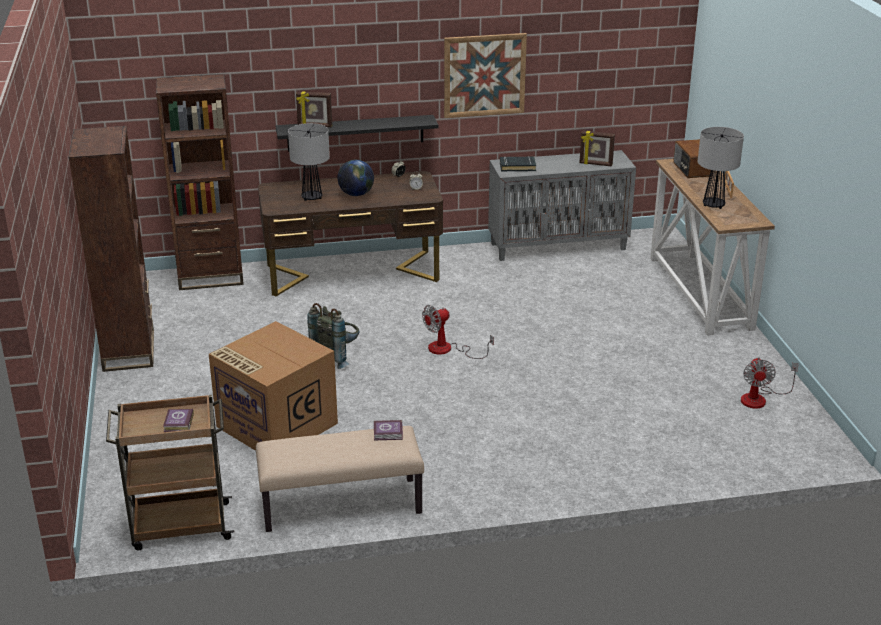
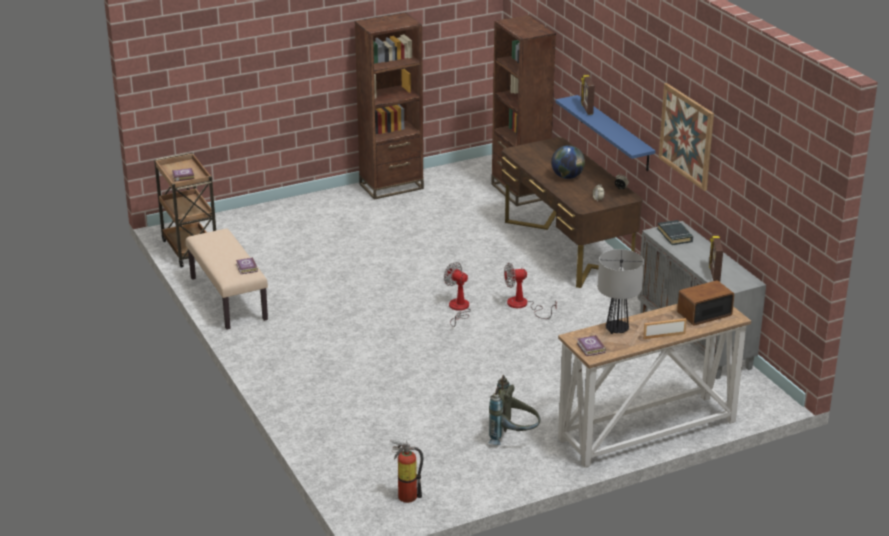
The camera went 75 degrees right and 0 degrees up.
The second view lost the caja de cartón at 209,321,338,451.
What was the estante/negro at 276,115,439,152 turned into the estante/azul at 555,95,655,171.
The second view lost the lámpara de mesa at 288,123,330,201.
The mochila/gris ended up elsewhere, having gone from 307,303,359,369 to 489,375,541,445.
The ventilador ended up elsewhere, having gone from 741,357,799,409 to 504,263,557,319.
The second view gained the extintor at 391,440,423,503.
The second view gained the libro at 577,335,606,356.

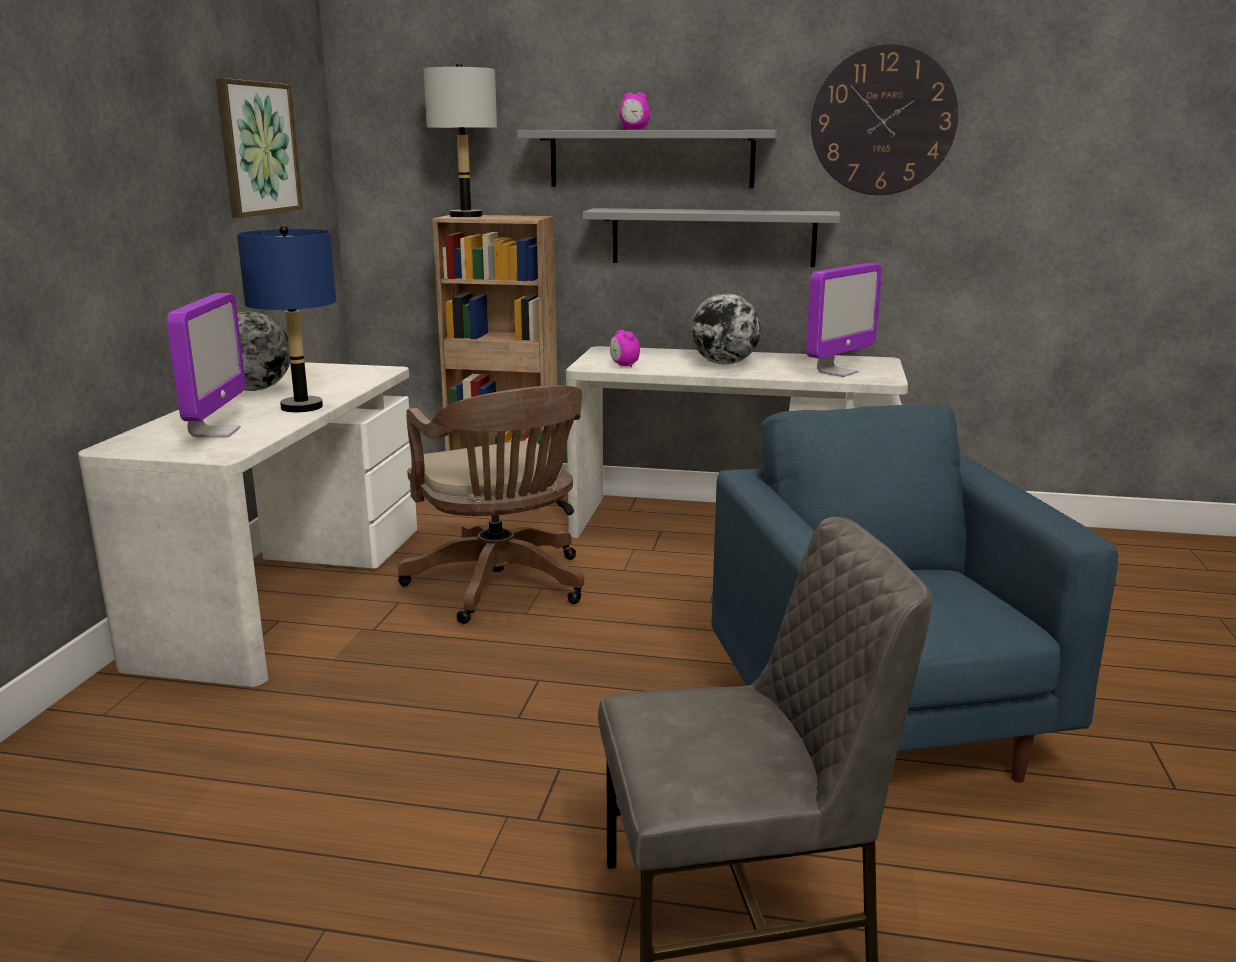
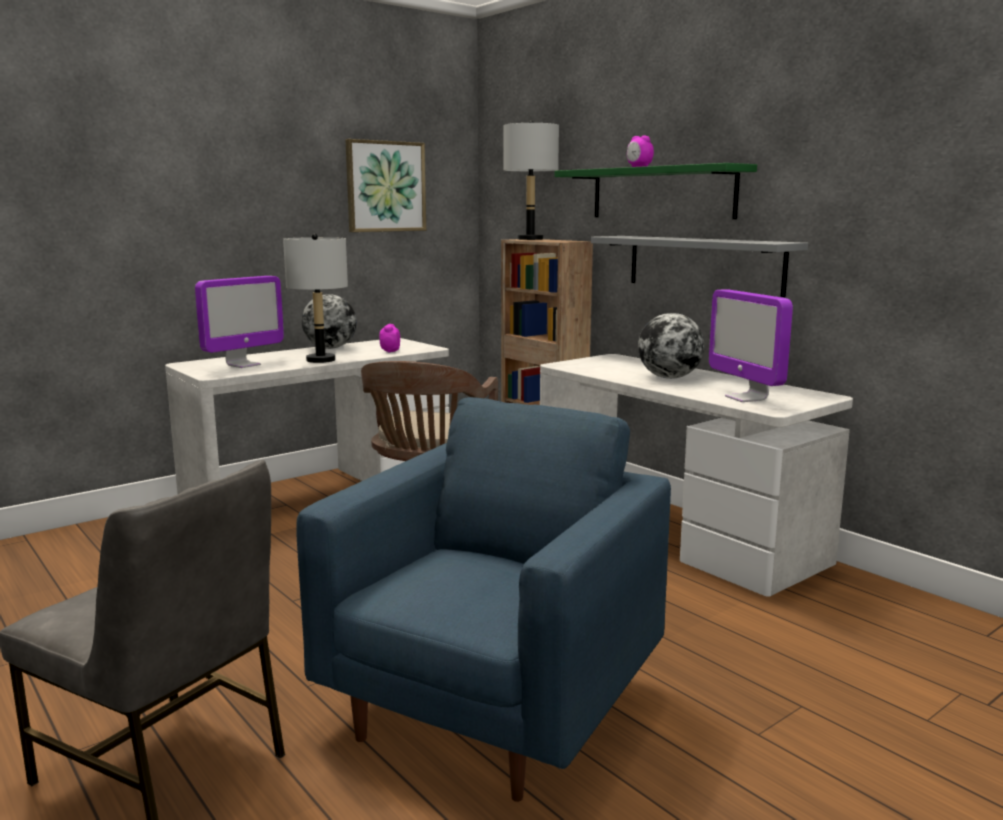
The camera went 40 degrees right and 5 degrees down.
What was the lámpara de mesa/azul at 237,225,336,412 turned into the lámpara de mesa/gris at 283,233,348,363.
What was the estante/gris at 517,130,778,188 turned into the estante/verde at 555,163,757,219.
The despertador ended up elsewhere, having gone from 610,330,640,367 to 379,324,400,353.
The monitor at 806,263,882,377 ended up facing another way, 75 degrees clockwise from before.
The second view lost the reloj de pared at 811,44,958,195.

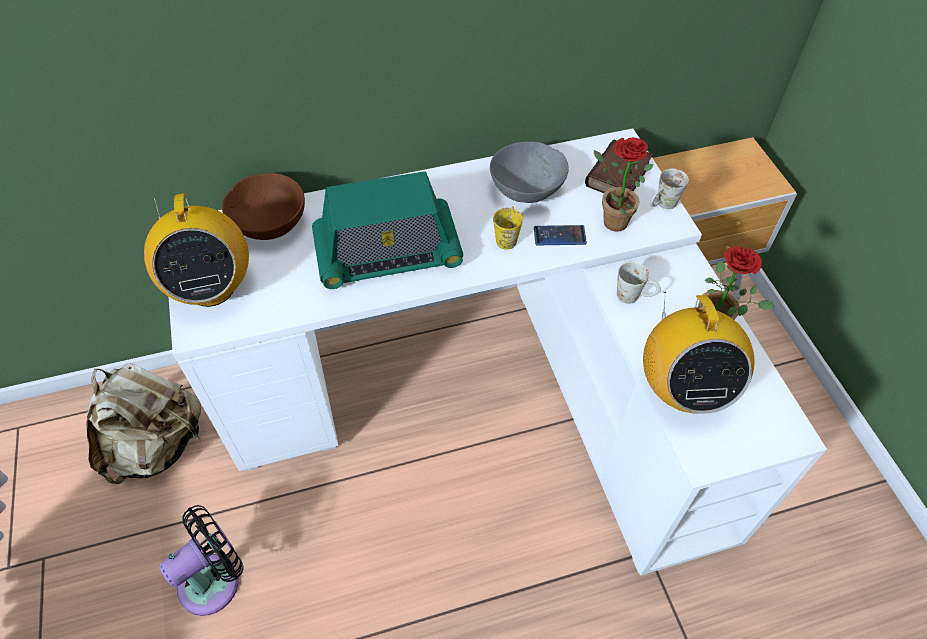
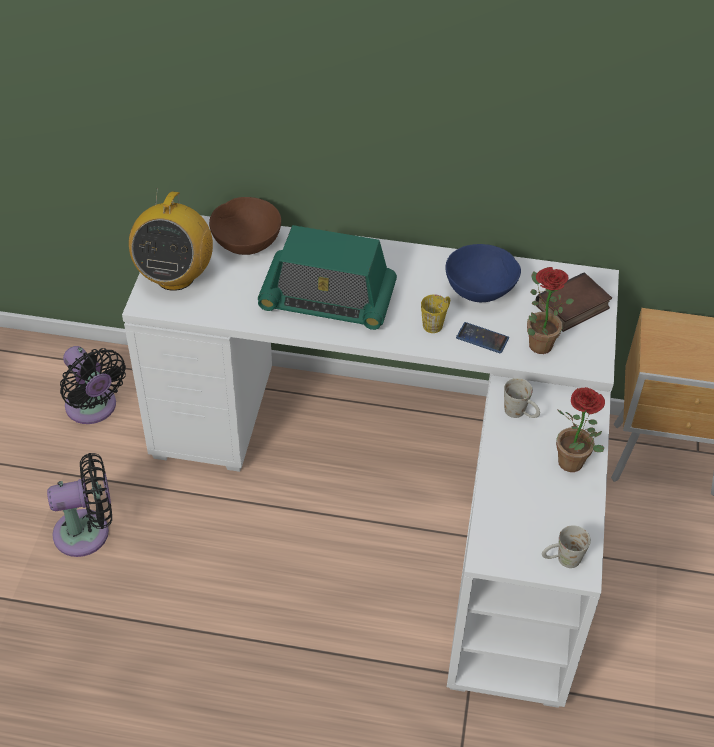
The camera went 25 degrees right and 5 degrees down.
Where the mochila/beis stood at 86,363,201,484, the ventilador/negro came to stand at 60,346,126,424.
What was the cuenco/gris at 490,141,569,203 turned into the cuenco/azul at 445,244,521,302.
The second view lost the radio at 643,292,754,414.
The taza grande/blanco ended up elsewhere, having gone from 650,169,689,209 to 542,525,591,568.

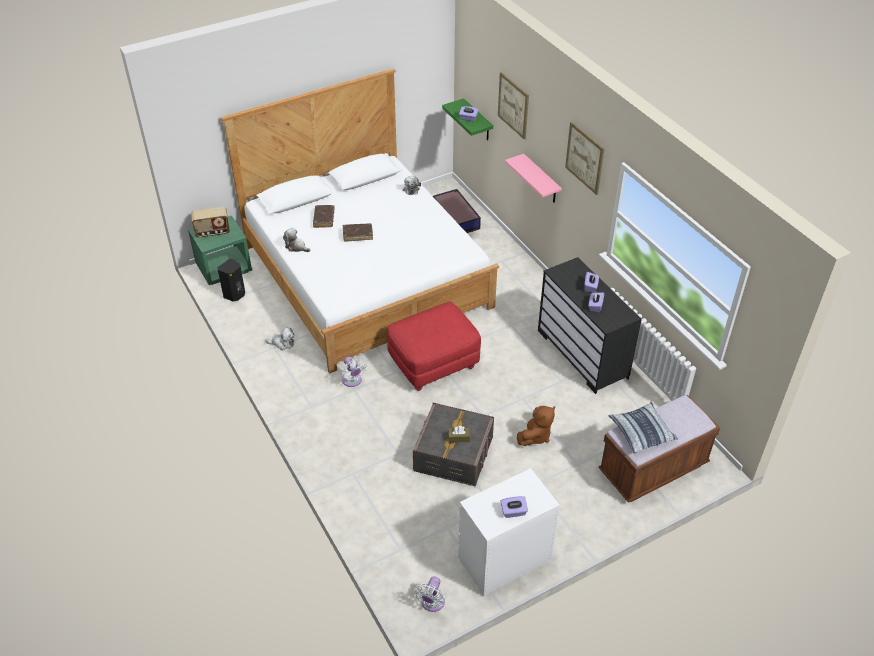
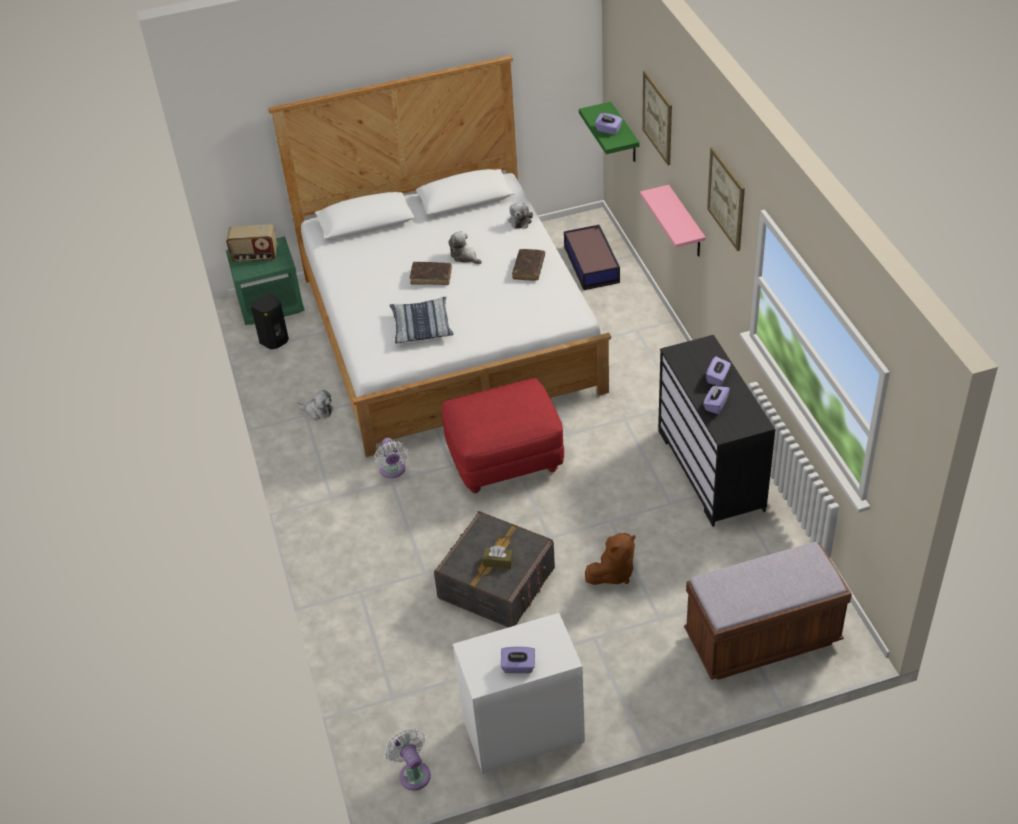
The camera went 15 degrees right and 0 degrees up.
The peluche ended up elsewhere, having gone from 283,228,311,252 to 448,231,482,264.
The libro/marrón ended up elsewhere, having gone from 313,205,335,228 to 512,249,545,281.
The ventilador/blanco at 414,576,445,612 ended up facing another way, 120 degrees clockwise from before.
The cojín ended up elsewhere, having gone from 608,402,678,453 to 390,296,453,344.

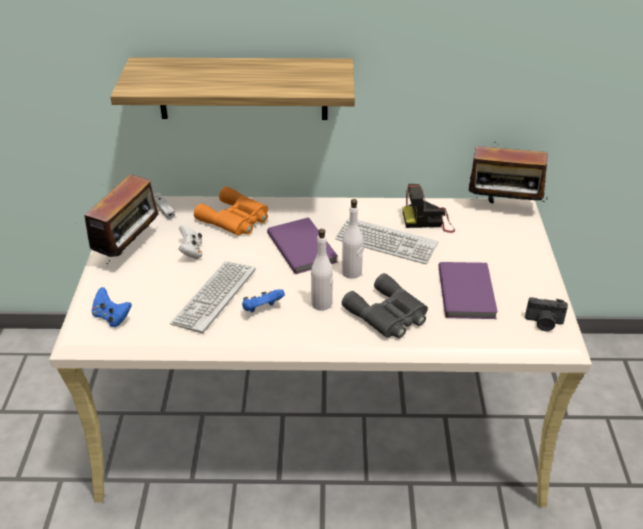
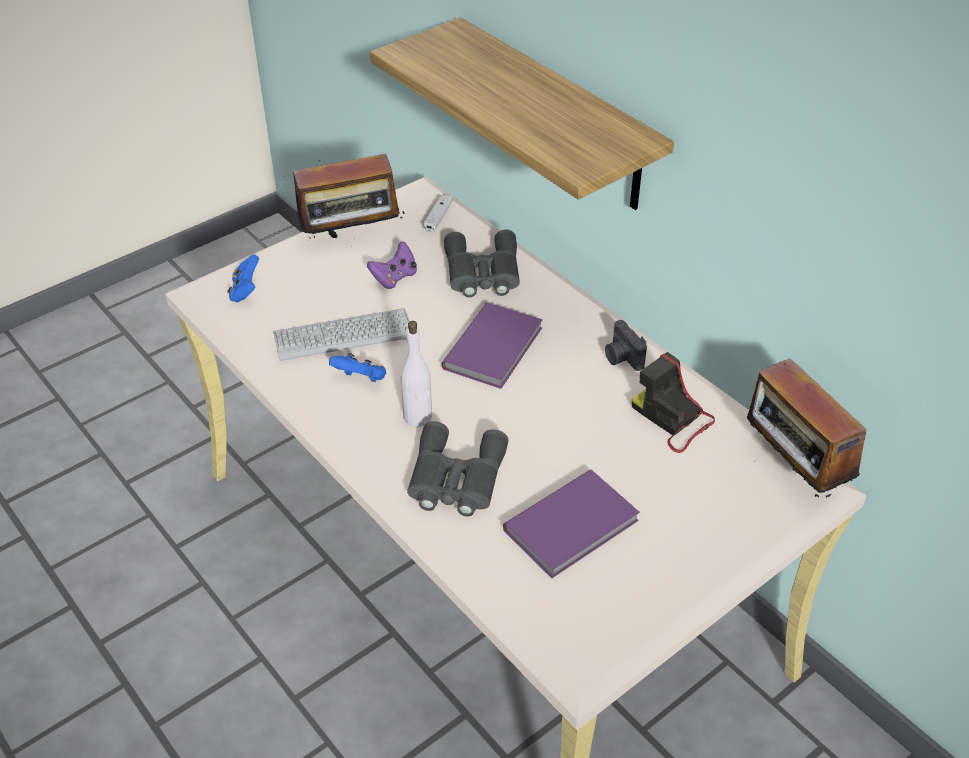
The camera went 50 degrees right and 5 degrees up.
What was the mando de consola/blanco at 178,225,202,259 turned into the mando de consola/morado at 367,241,417,289.
What was the prismáticos/naranja at 194,187,268,235 turned into the prismáticos/gris at 444,229,520,297.
The second view lost the teclado at 335,217,438,264.
The second view lost the botella/blanco at 342,199,364,279.
The cámara ended up elsewhere, having gone from 525,297,568,331 to 605,320,647,371.

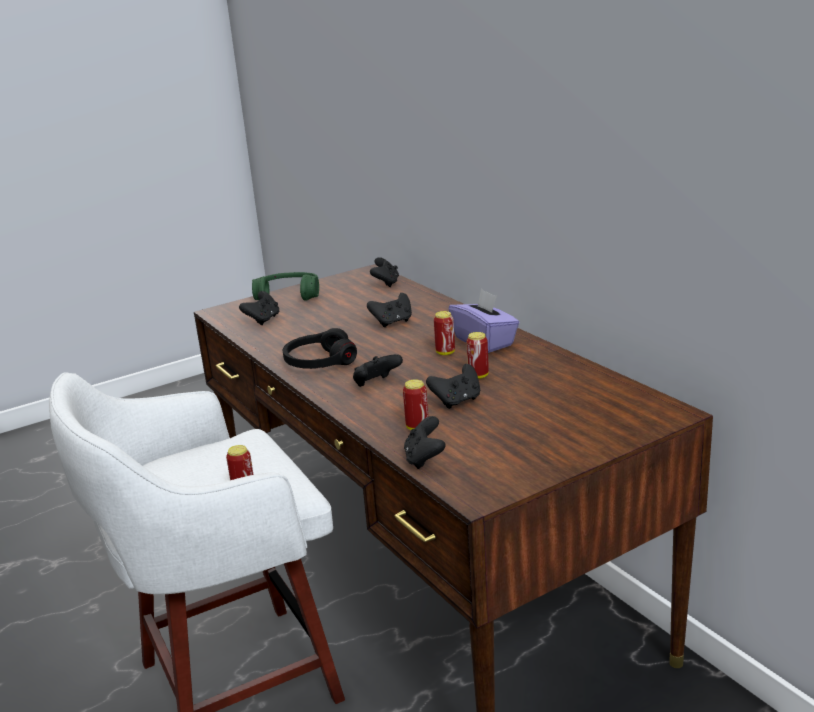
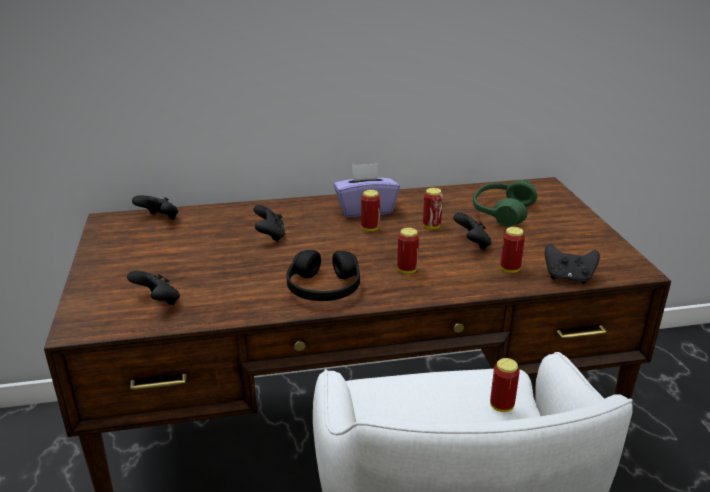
The camera went 70 degrees left and 5 degrees up.
The auriculares/verde ended up elsewhere, having gone from 252,272,319,301 to 473,180,537,227.
Where the mando de consola/negro stood at 353,354,403,387, the lata came to stand at 397,228,419,274.

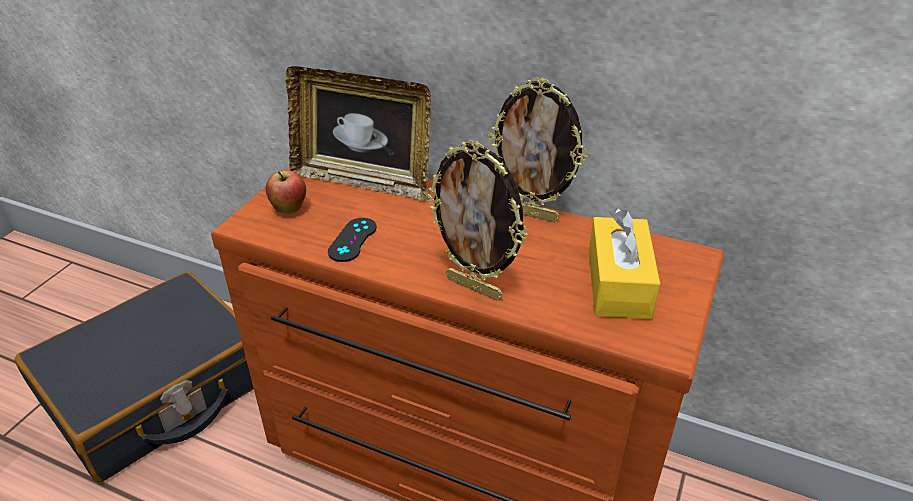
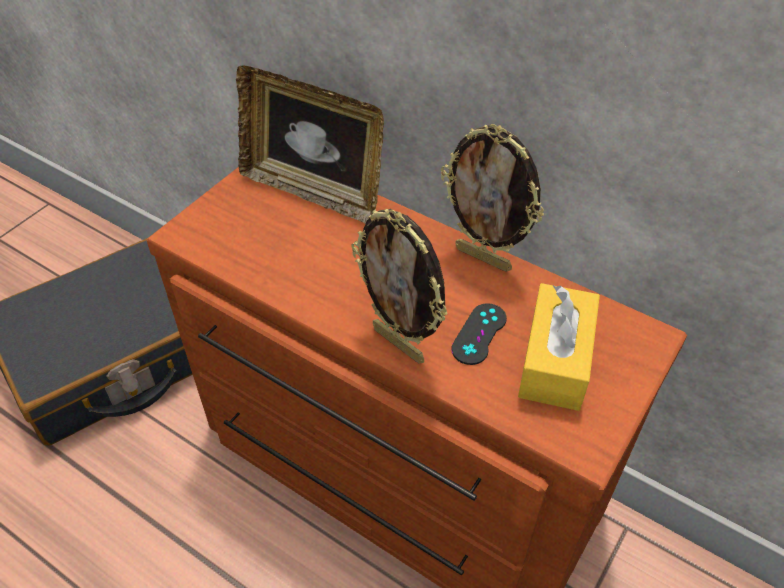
The camera went 10 degrees right and 10 degrees up.
The second view lost the manzana at 266,171,306,214.
The mando de consola/negro ended up elsewhere, having gone from 328,218,377,262 to 451,303,507,365.

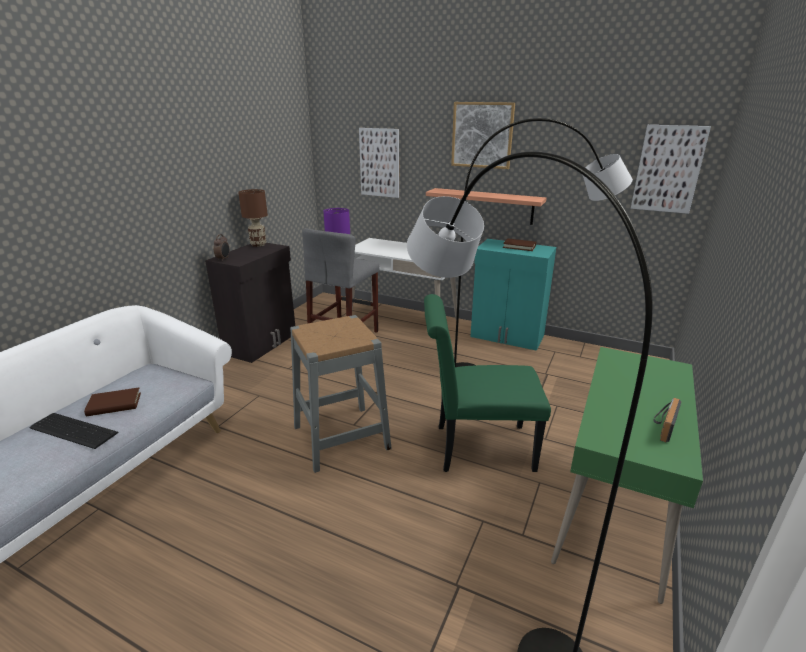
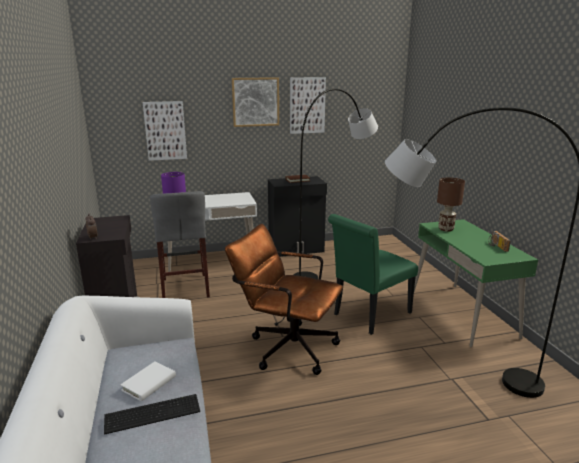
The camera went 40 degrees left and 5 degrees down.
What was the libro/marrón at 84,388,141,416 turned into the libro/blanco at 120,362,176,402.
The lámpara de mesa/marrón ended up elsewhere, having gone from 238,189,268,247 to 437,178,465,232.
Where the taburete/gris stood at 290,315,392,473, the silla de oficina/marrón came to stand at 225,224,343,375.
The second view lost the estante at 426,188,546,225.
What was the armario/turquesa at 470,239,556,351 turned into the armario/negro at 268,176,327,257.
The cuadro ended up elsewhere, having gone from 631,125,711,214 to 290,77,326,134.

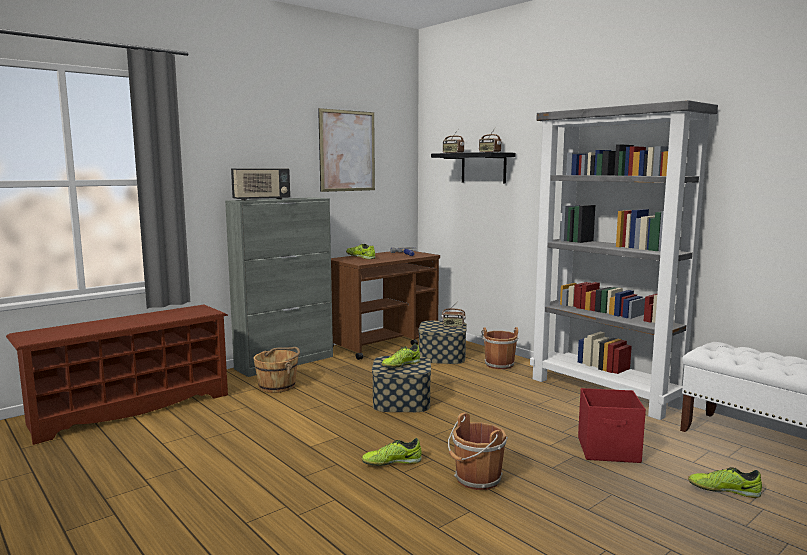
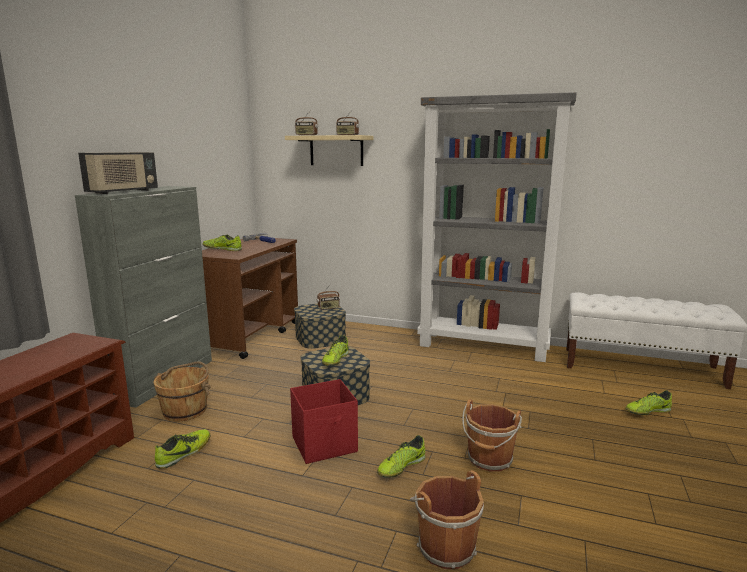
The camera went 30 degrees left and 5 degrees up.
The second view lost the cuadro at 318,108,375,192.
What was the estante/negro at 431,152,515,184 turned into the estante/beis at 285,135,373,166.
The cubo/marrón ended up elsewhere, having gone from 481,327,518,369 to 410,470,484,569.
The caja de almacenaje/rojo ended up elsewhere, having gone from 578,388,646,463 to 290,379,358,464.
The second view gained the zapato at 155,429,211,469.

